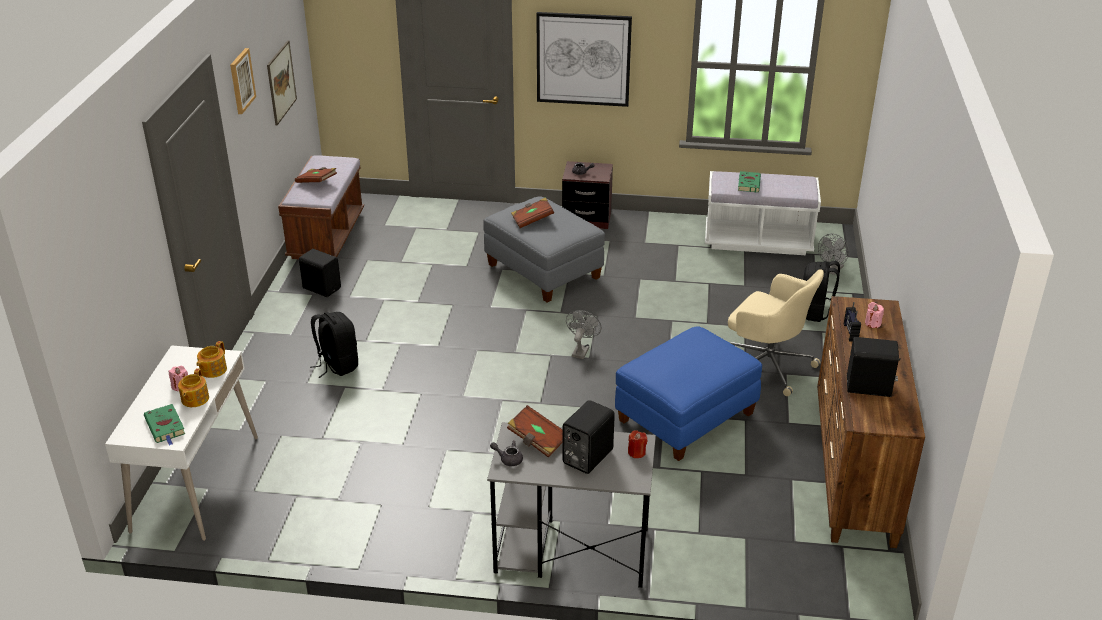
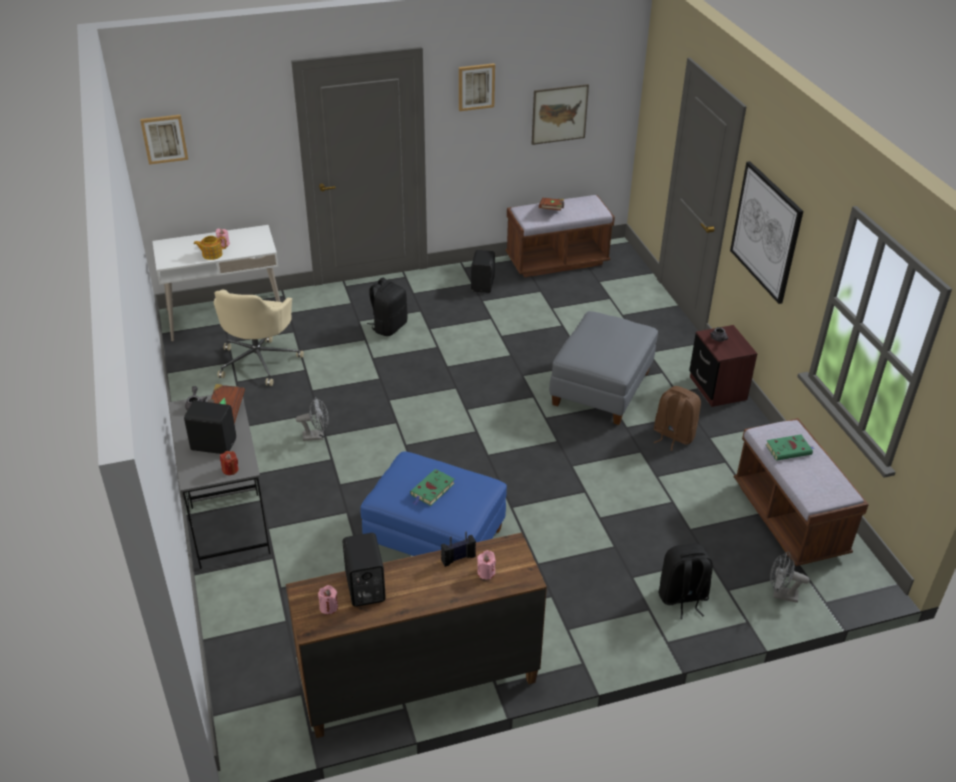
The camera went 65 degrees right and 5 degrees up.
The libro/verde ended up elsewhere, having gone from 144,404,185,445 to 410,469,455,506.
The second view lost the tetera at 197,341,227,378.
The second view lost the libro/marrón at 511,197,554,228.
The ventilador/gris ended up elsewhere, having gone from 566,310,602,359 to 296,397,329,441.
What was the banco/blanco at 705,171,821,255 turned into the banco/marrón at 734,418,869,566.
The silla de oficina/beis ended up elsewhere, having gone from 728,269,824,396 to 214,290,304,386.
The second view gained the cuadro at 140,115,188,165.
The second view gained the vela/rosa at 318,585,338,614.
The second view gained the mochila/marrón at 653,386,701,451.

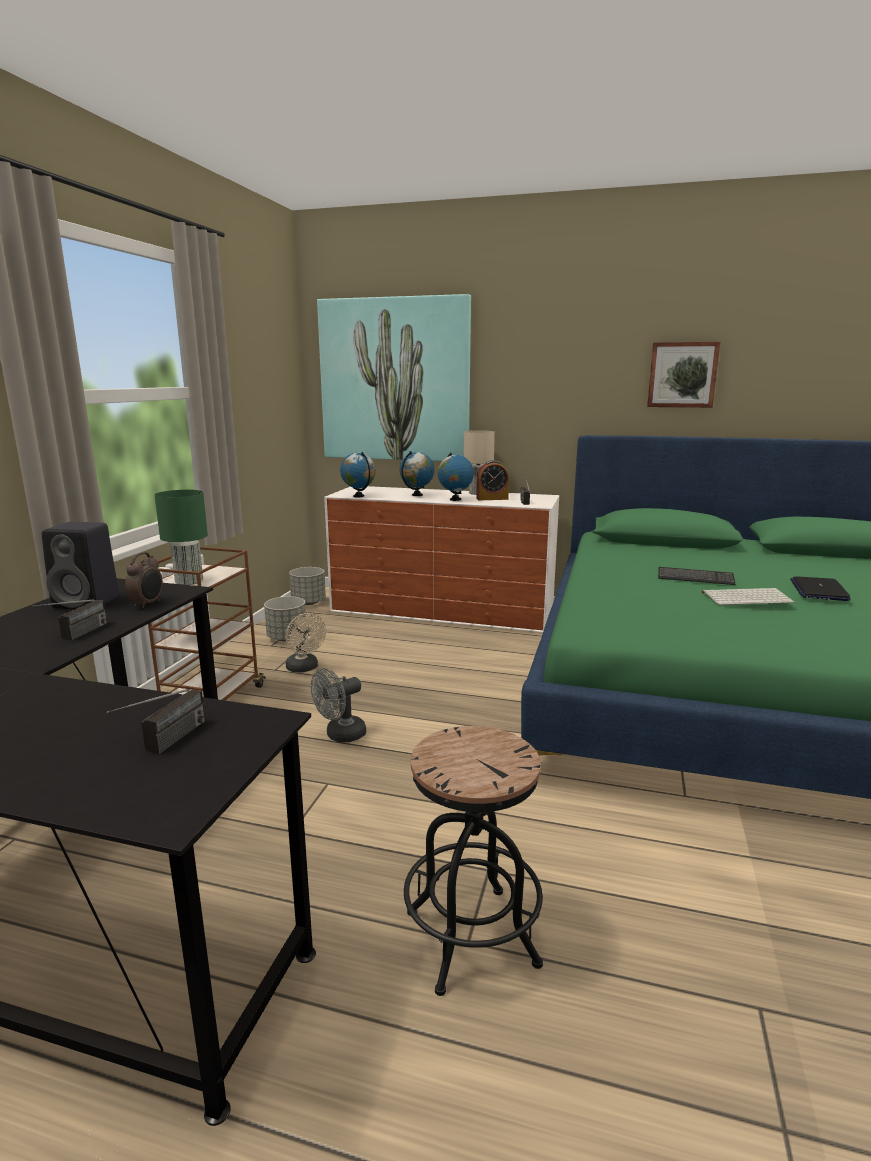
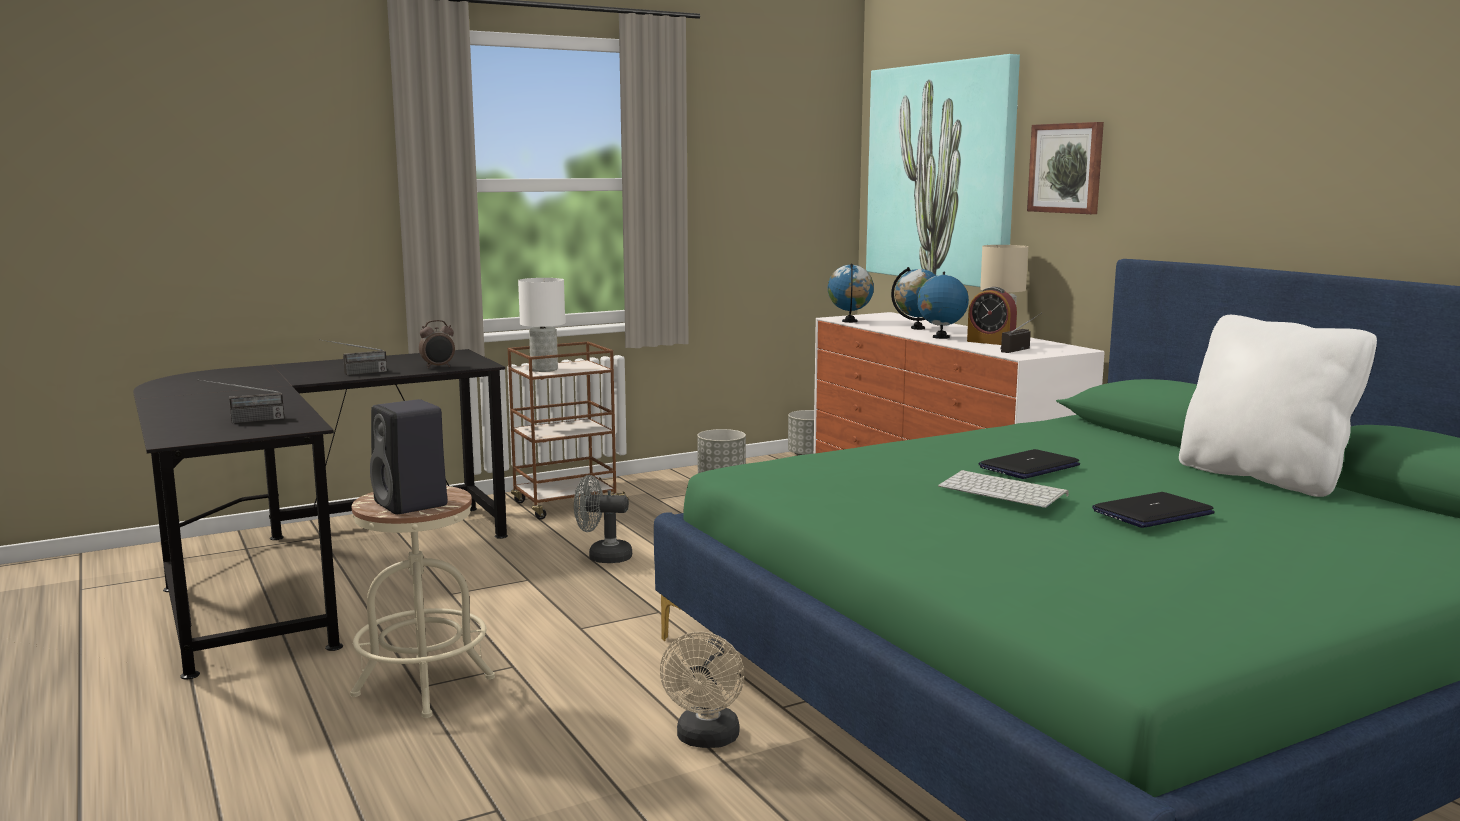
The camera went 45 degrees right and 5 degrees down.
The altavoz/negro ended up elsewhere, having gone from 42,522,119,609 to 370,399,447,515.
What was the lámpara de mesa/verde at 155,490,208,585 turned into the lámpara de mesa/blanco at 518,278,565,372.
The ventilador/beis ended up elsewhere, having gone from 285,613,326,673 to 660,632,745,748.
What was the taburete/negro at 404,726,543,996 turned into the taburete/beis at 350,486,495,718.
The cuadro ended up elsewhere, having gone from 647,342,720,408 to 1027,122,1104,214.
Where the teclado stood at 658,567,735,585, the portátil came to stand at 978,449,1080,479.
The second view gained the cojín/blanco at 1179,315,1377,497.

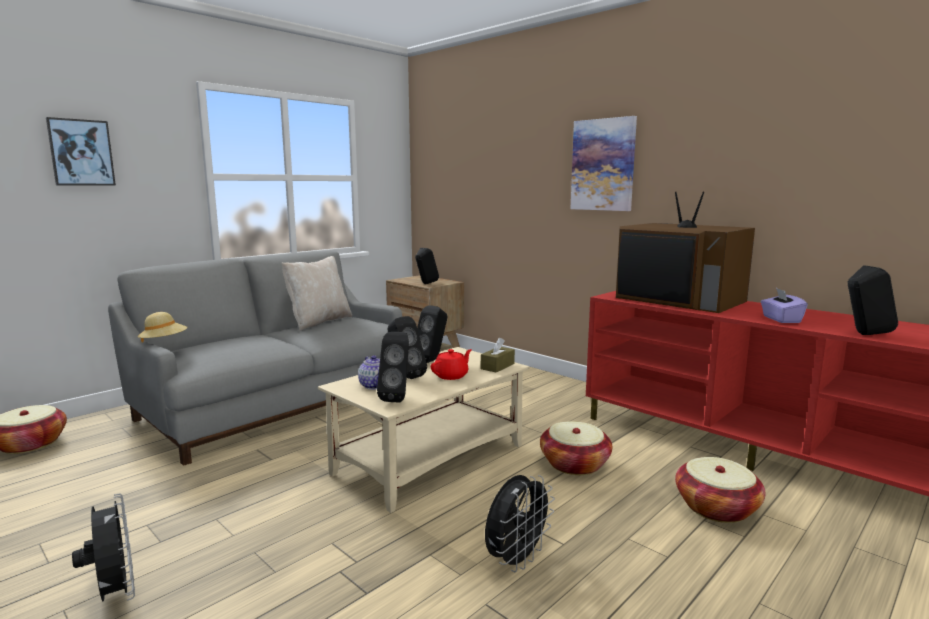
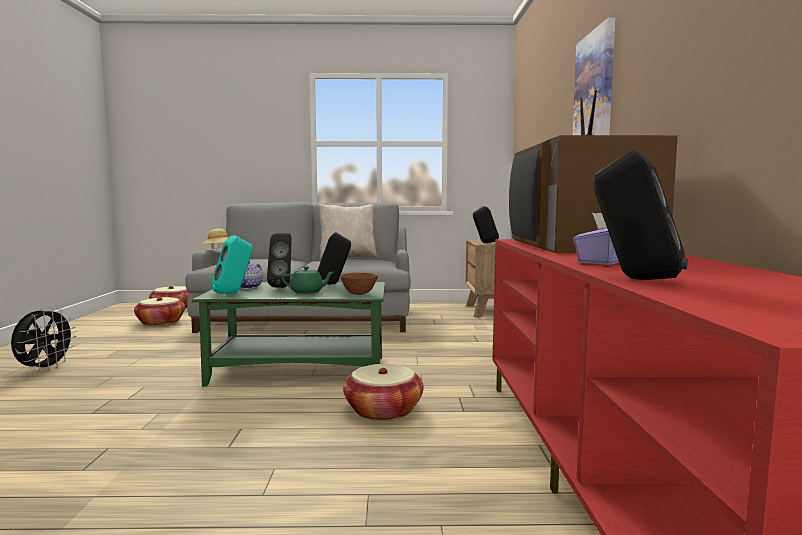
The camera went 45 degrees right and 5 degrees down.
The second view lost the cuadro at 46,117,116,186.
What was the mesa de centro/beis at 318,347,529,513 turned into the mesa de centro/verde at 192,282,385,386.
What was the altavoz/negro at 377,332,409,403 turned into the altavoz/turquesa at 211,236,253,294.
What was the tetera/rojo at 431,349,472,380 turned into the tetera/verde at 282,266,334,294.
Where the caja de pañuelos/marrón stood at 481,338,515,373, the cuenco/marrón came to stand at 340,273,378,295.
The second view lost the ventilador/negro at 485,475,555,572.
The cesta ended up elsewhere, having gone from 675,457,766,523 to 134,297,185,326.

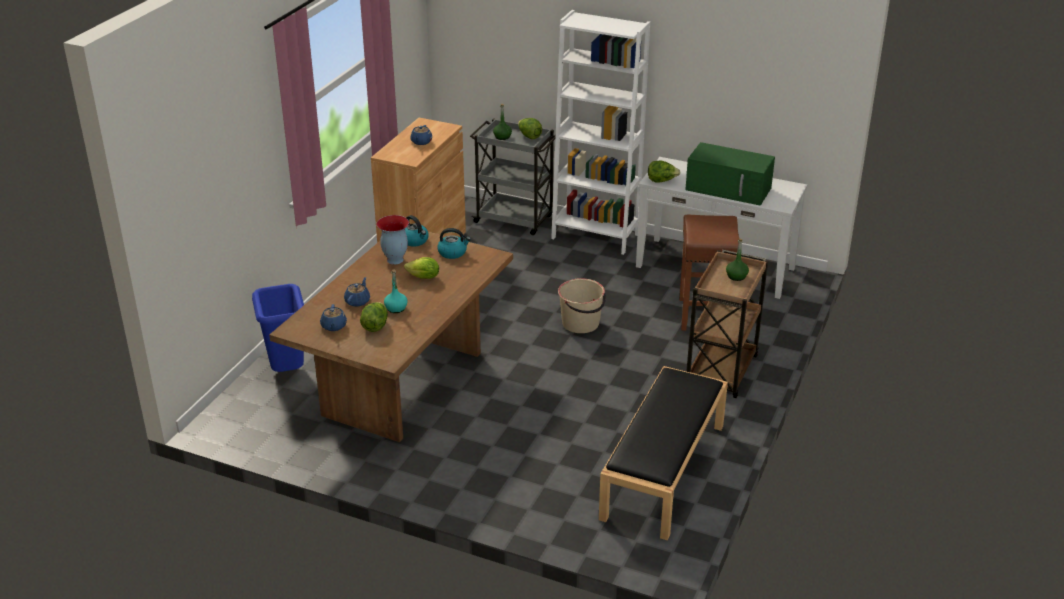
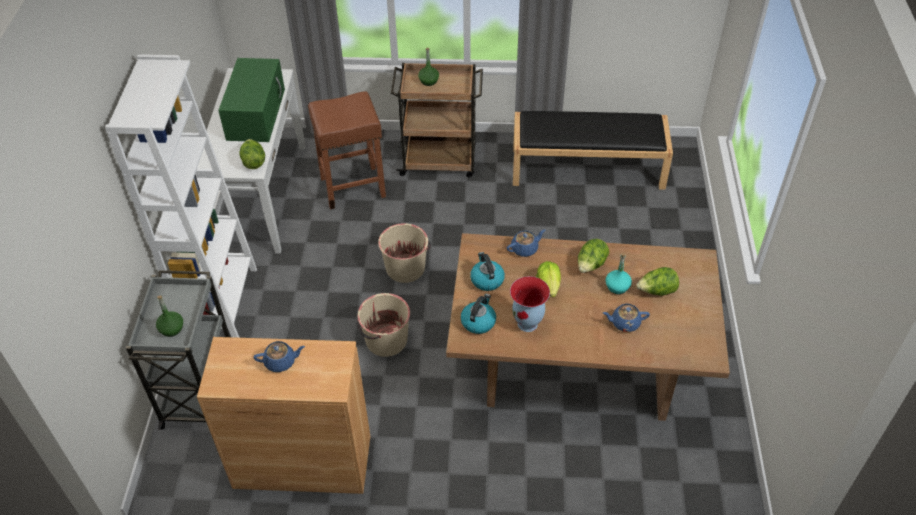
The camera went 110 degrees left and 15 degrees up.
The second view lost the papelera/azul at 252,284,304,372.
The tetera/azul ended up elsewhere, having gone from 320,304,347,331 to 507,229,545,257.
The lechuga ended up elsewhere, having gone from 518,118,542,139 to 578,239,609,273.
The second view gained the cubo/beis at 357,293,410,357.

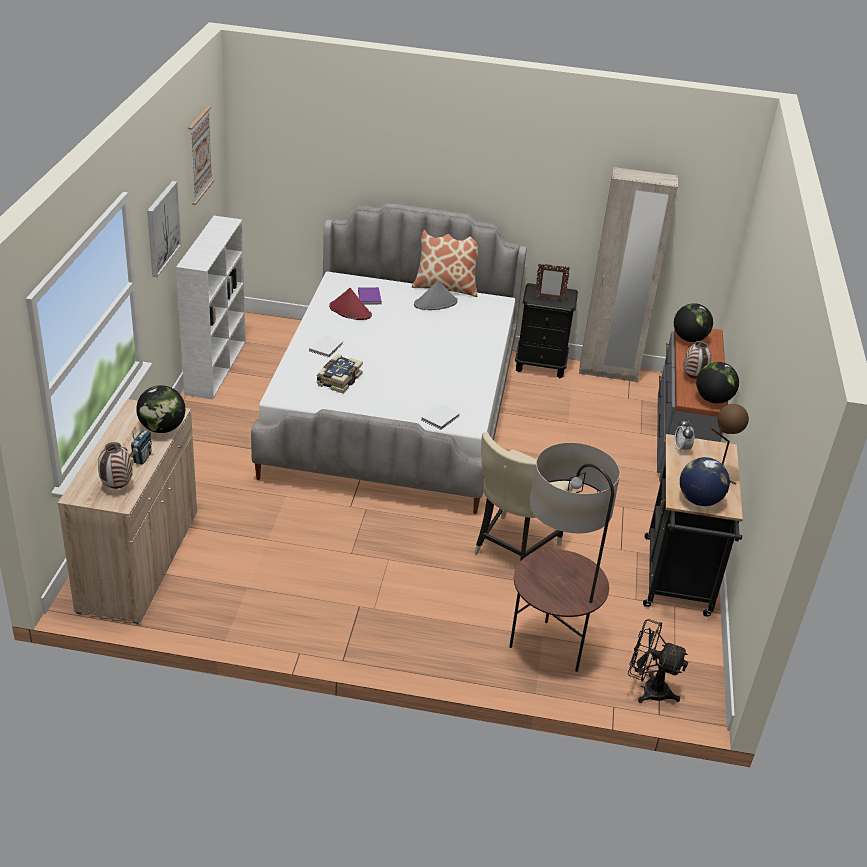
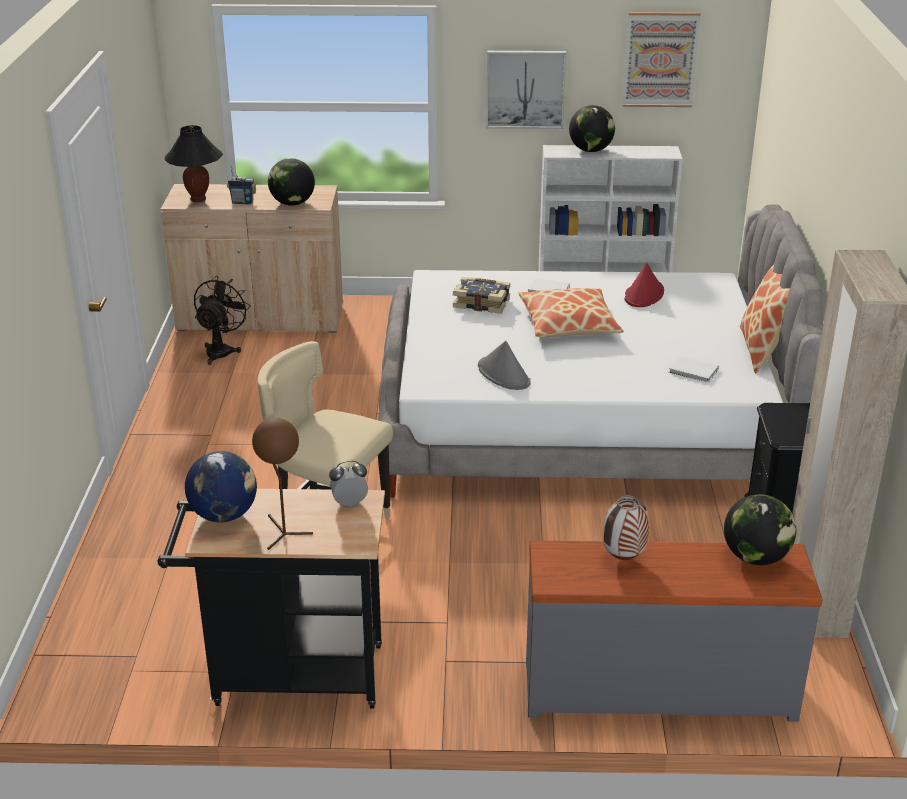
The camera went 85 degrees right and 5 degrees down.
Where the florero stood at 98,442,133,489, the lámpara de mesa/negro came to stand at 164,125,223,202.
The second view lost the libro/morado at 358,287,382,304.
The sombrero/gris ended up elsewhere, having gone from 414,280,458,310 to 478,341,531,390.
The libro/blanco ended up elsewhere, having gone from 421,404,460,430 to 669,355,719,383.
The second view lost the lámpara de pie at 509,442,620,672.
The second view lost the portarretratos at 535,264,570,301.
The ventilador/negro ended up elsewhere, having gone from 628,619,688,703 to 194,276,251,365.
The globo terráqueo ended up elsewhere, having gone from 696,362,739,404 to 569,105,615,152.
The second view gained the cojín at 518,288,624,337.

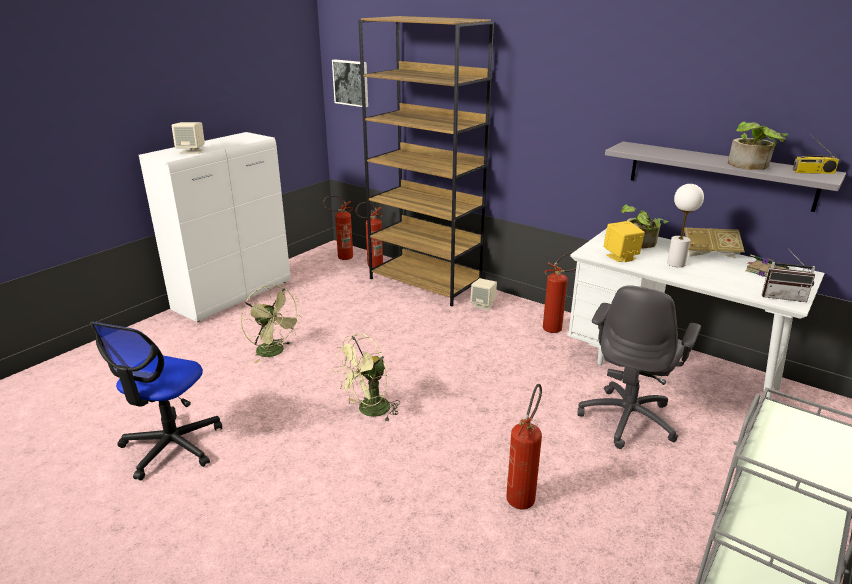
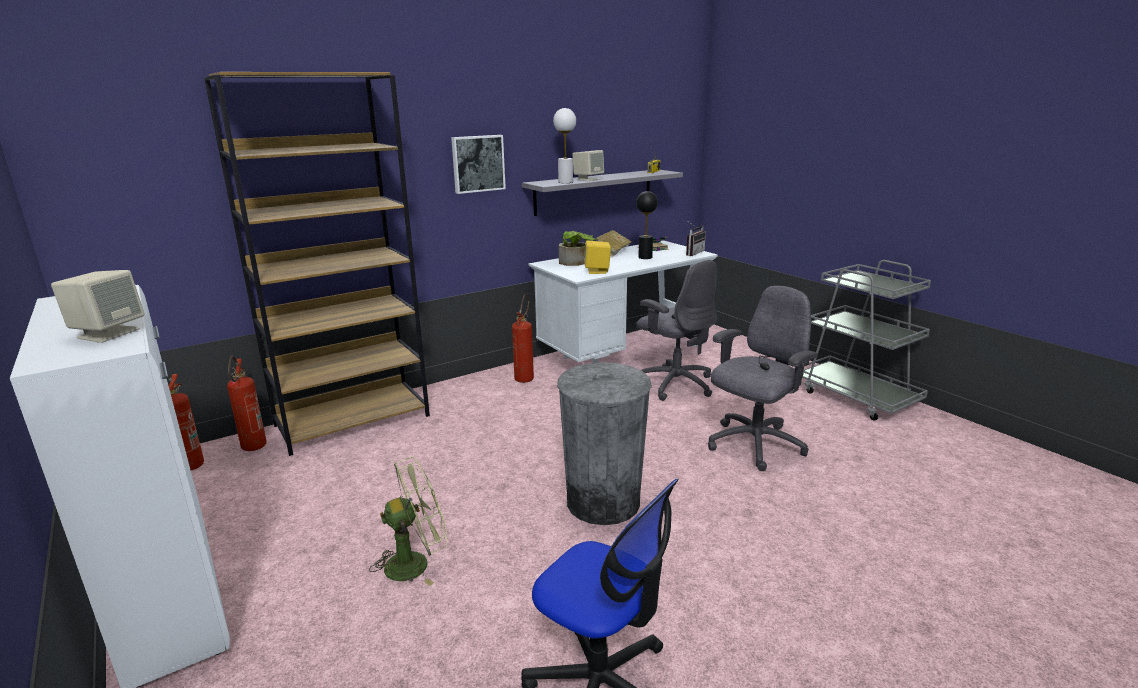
The camera went 70 degrees left and 5 degrees down.
The cuadro ended up elsewhere, having gone from 332,59,368,107 to 451,135,506,194.
Where the ventilador/verde stood at 334,334,400,421, the papelera/gris came to stand at 557,362,652,525.
The altavoz/beis ended up elsewhere, having gone from 470,278,497,310 to 572,150,604,181.
Where the extintor stood at 506,384,542,510, the silla de oficina/gris came to stand at 708,286,818,471.
The lámpara de mesa/blanco ended up elsewhere, having gone from 667,184,704,267 to 553,108,576,183.
The second view lost the planta en maceta at 728,122,788,170.
The second view gained the lámpara de mesa/negro at 636,191,658,259.

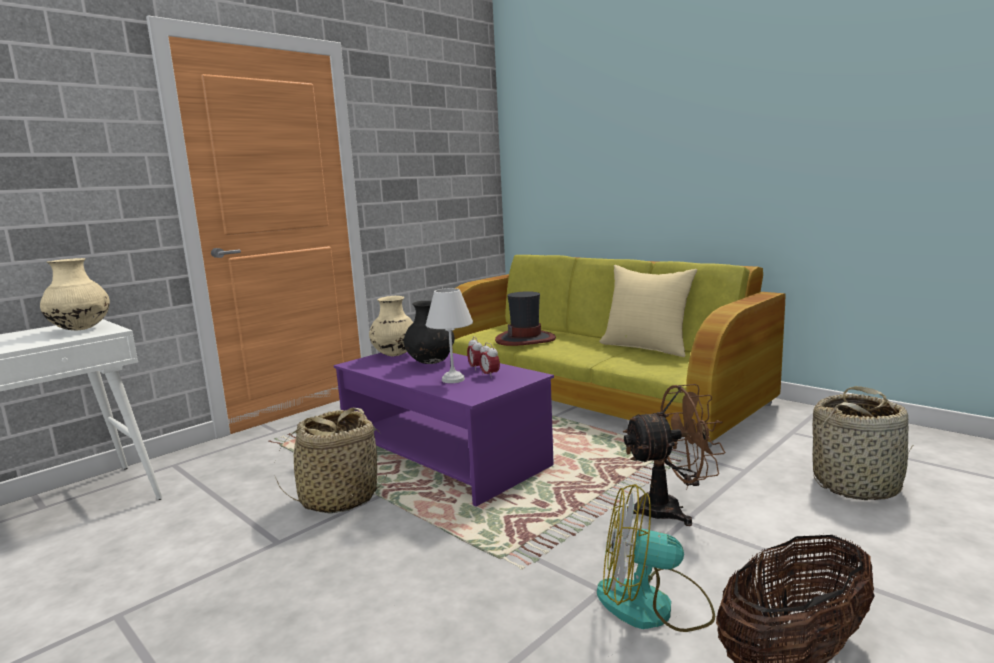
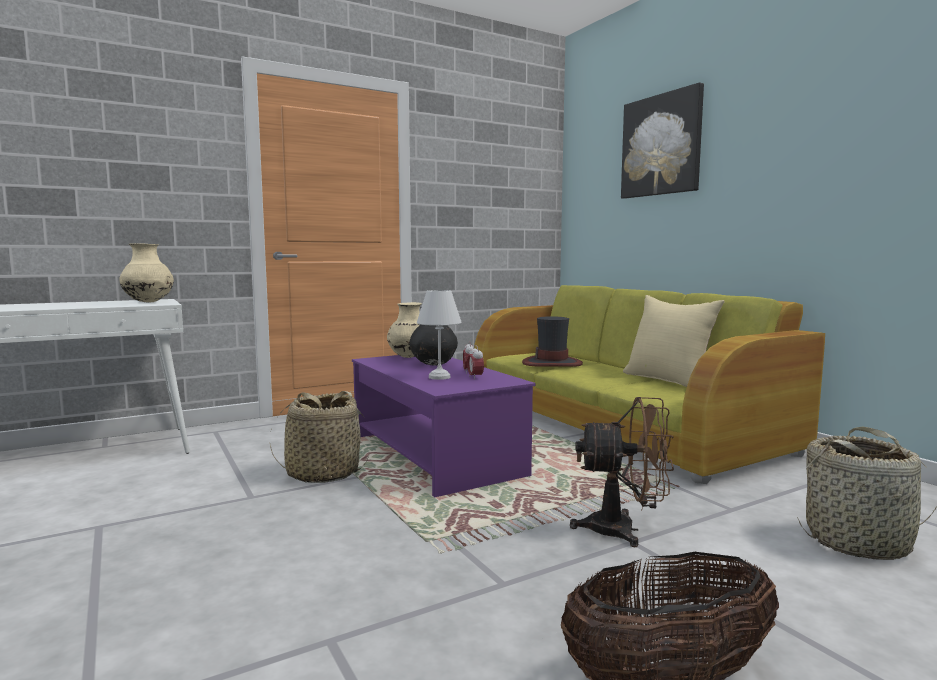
The camera went 15 degrees right and 5 degrees down.
The second view lost the ventilador at 597,484,715,632.
The second view gained the cuadro at 621,82,704,199.

